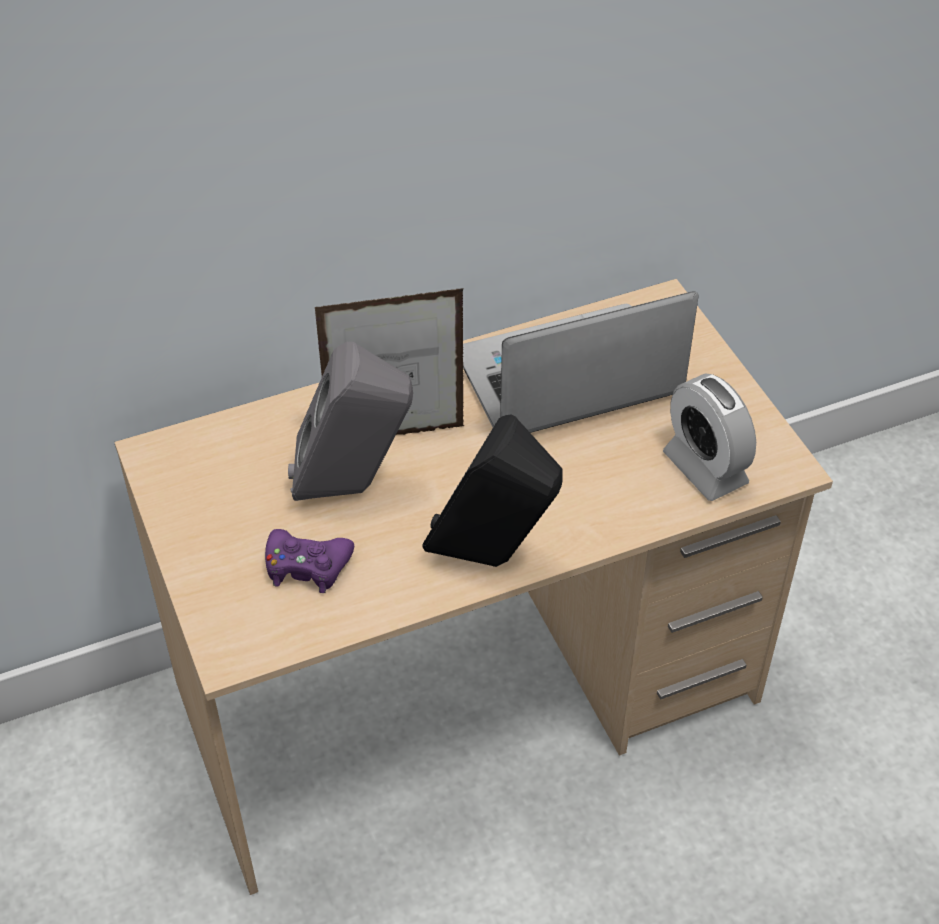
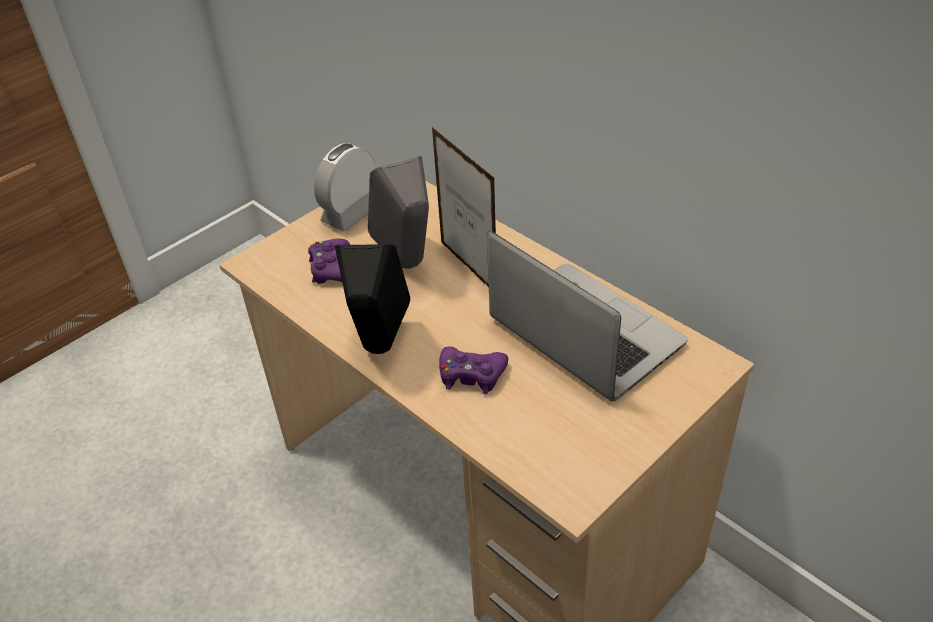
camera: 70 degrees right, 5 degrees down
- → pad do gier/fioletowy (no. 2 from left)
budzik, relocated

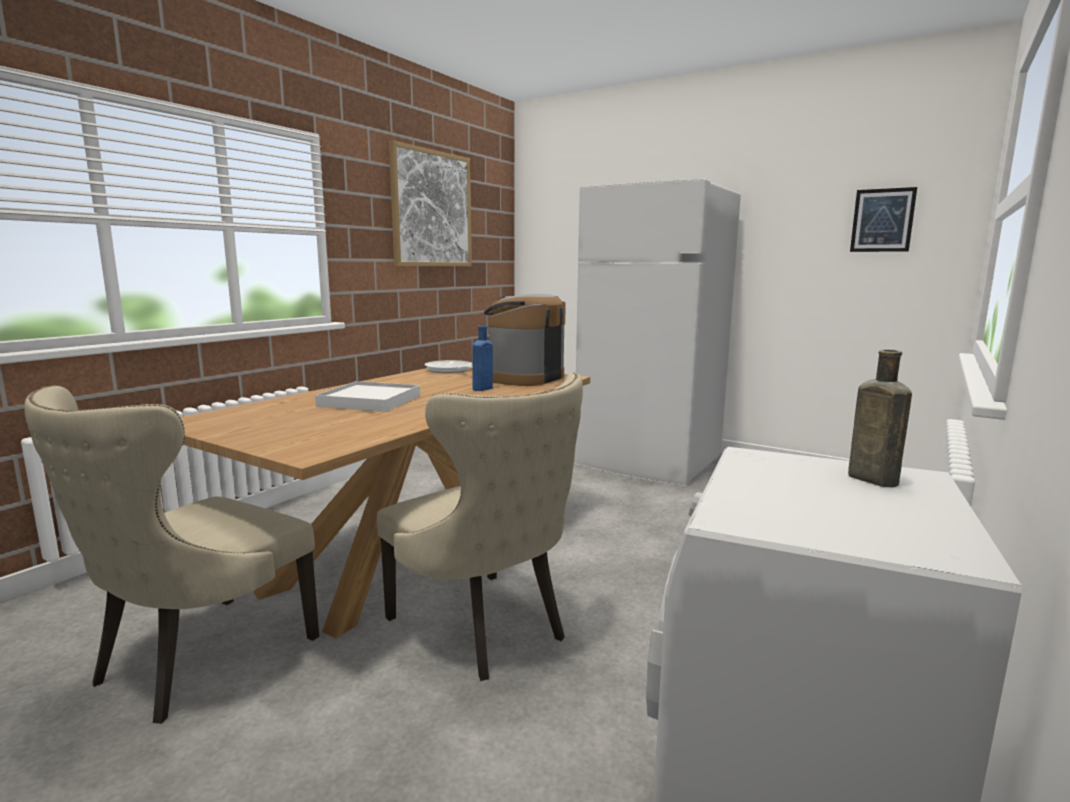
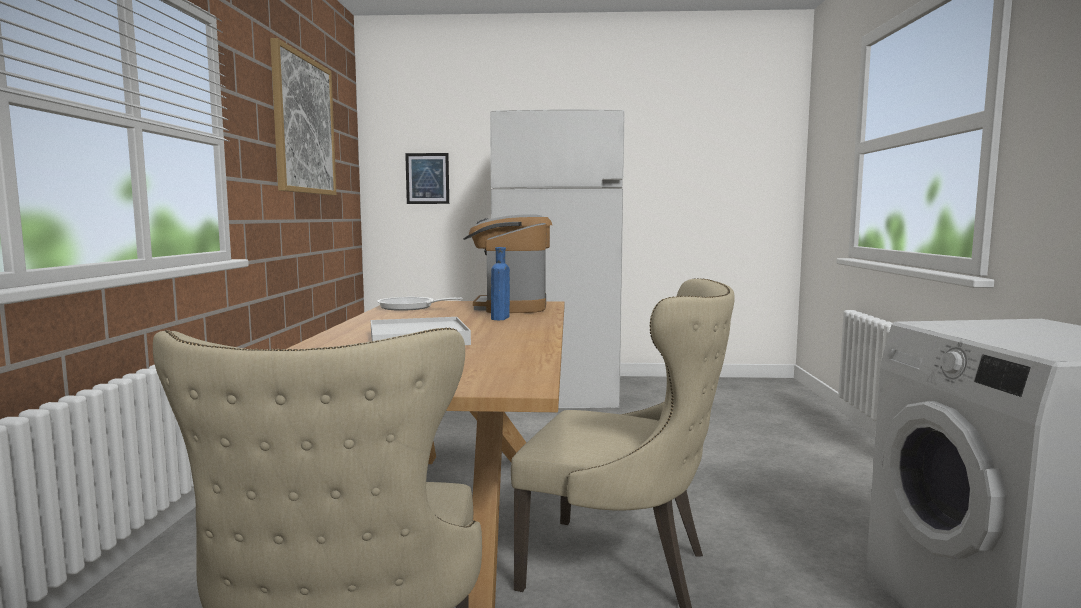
camera: 30 degrees left, 5 degrees down
butelka/brązowy → -
obraz (no. 2 from left), relocated

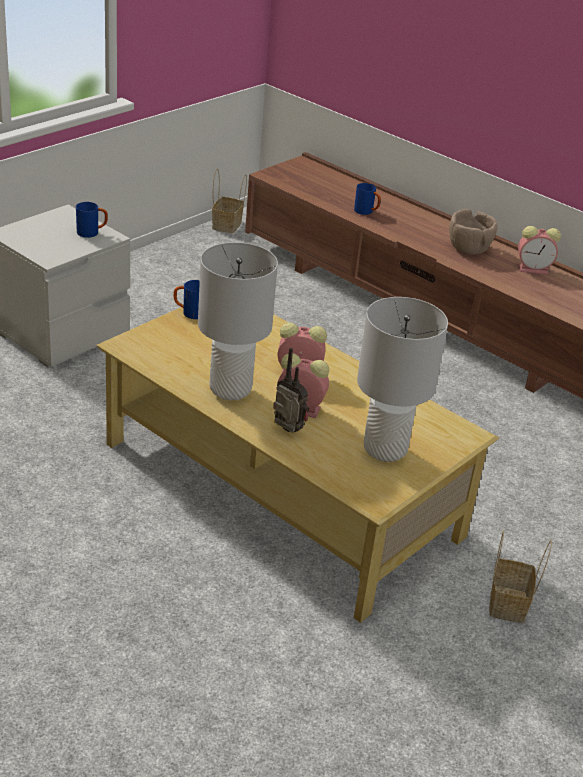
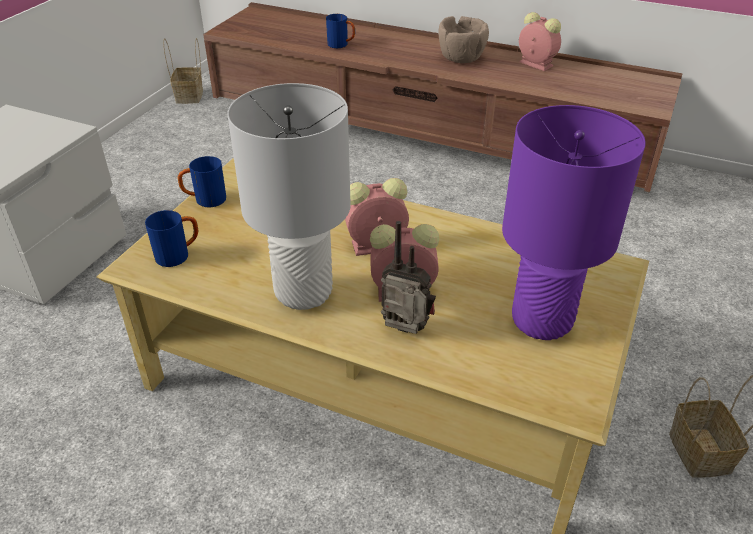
camera: 15 degrees left, 5 degrees up
kubek/niebieski (no. 1 from left), relocated
lampa stołowa/szary (no. 2 from left) → lampa stołowa/fioletowy
budzik (no. 3 from left), 120 degrees counterclockwise

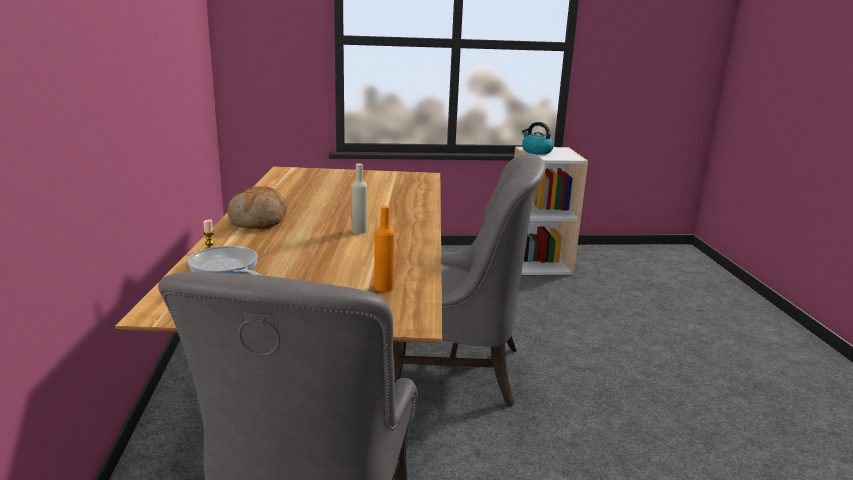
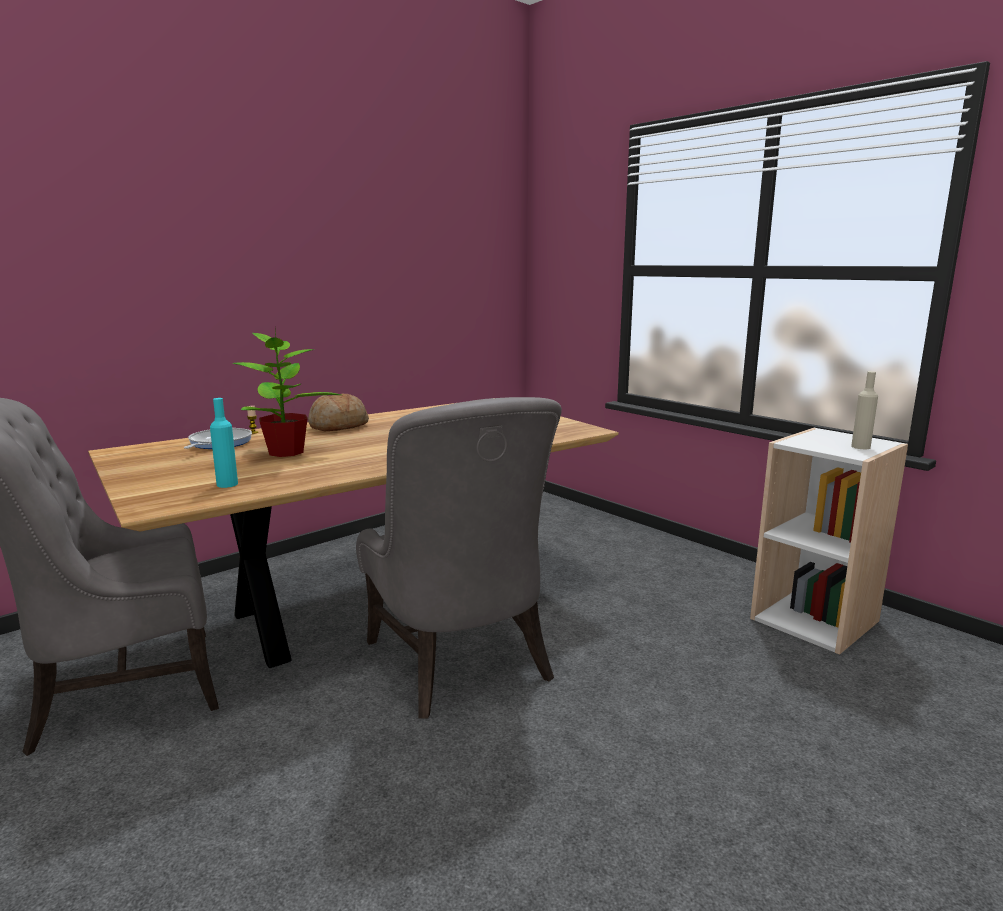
camera: 55 degrees right, 5 degrees down
czajnik → -
- → roślina doniczkowa
butelka/beżowy, relocated
butelka/pomarańczowy → butelka/turkusowy

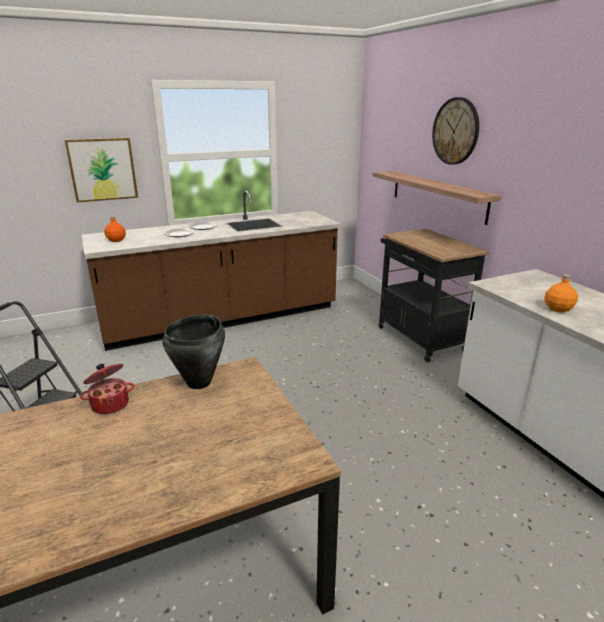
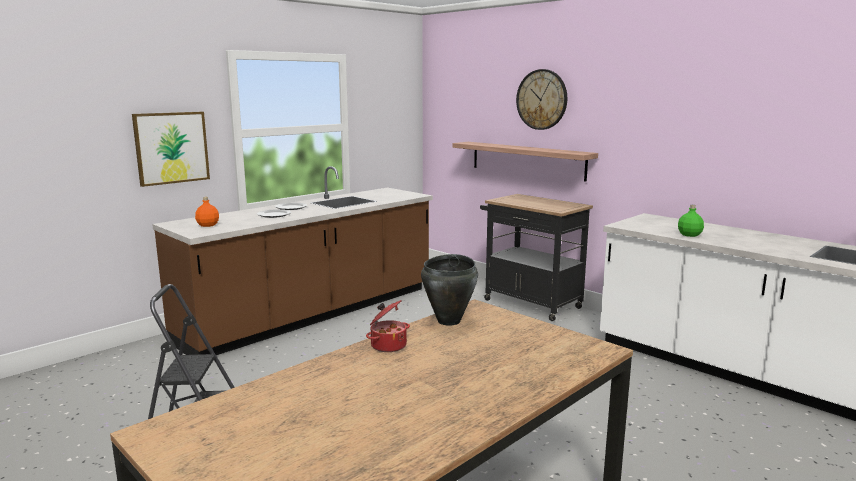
camera: 20 degrees left, 10 degrees down
butelka/pomarańczowy (no. 2 from left) → butelka/zielony

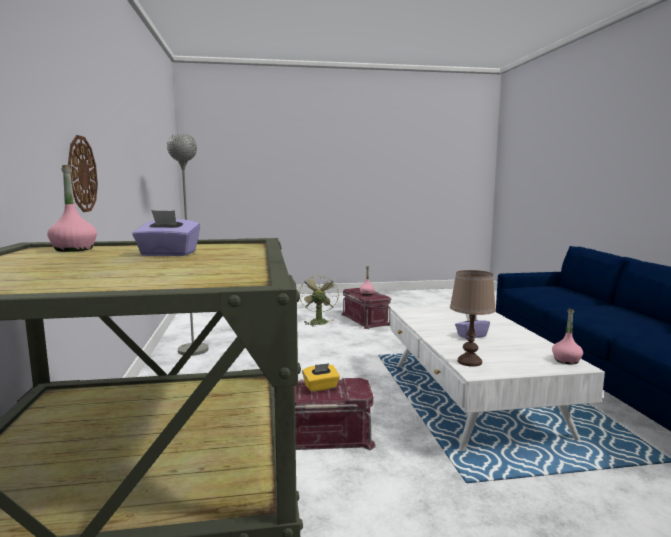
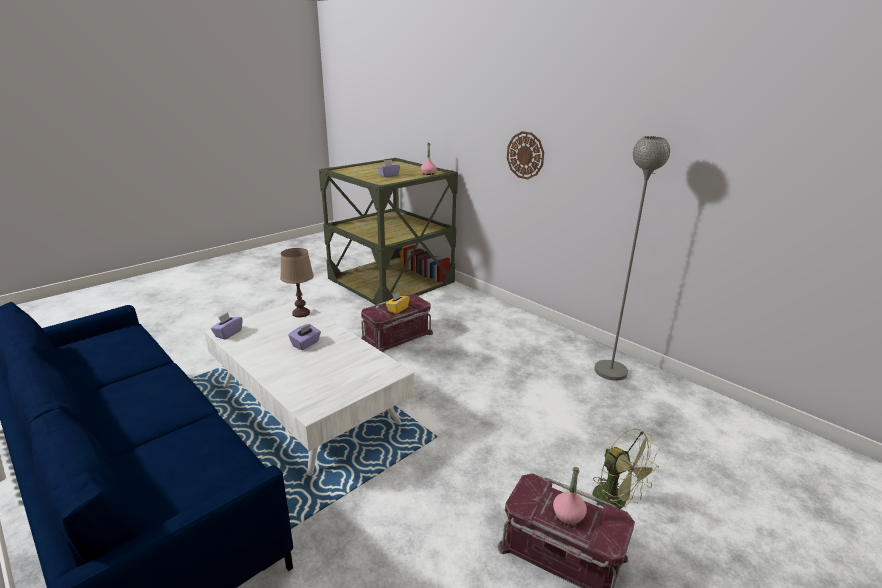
camera: 145 degrees right, 15 degrees up
butelka/różowy (no. 3 from left) → pudełko chusteczek/fioletowy (no. 1 from left)

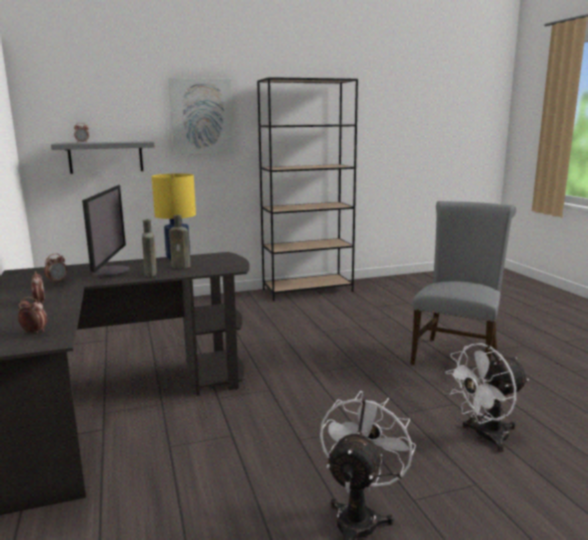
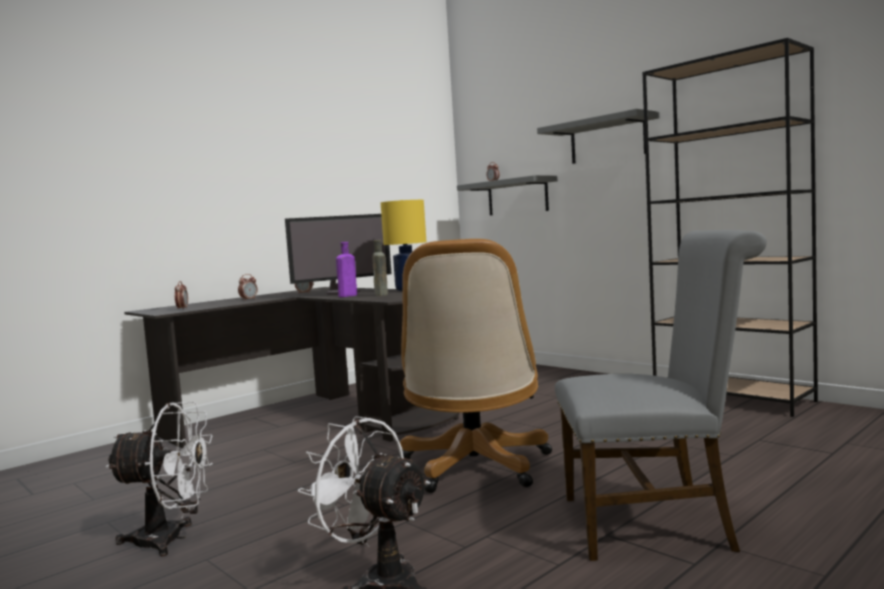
camera: 65 degrees right, 10 degrees down
- → krzesło biurowe
obraz → półka/szary (no. 2 from left)
butelka/brązowy (no. 1 from left) → butelka/fioletowy

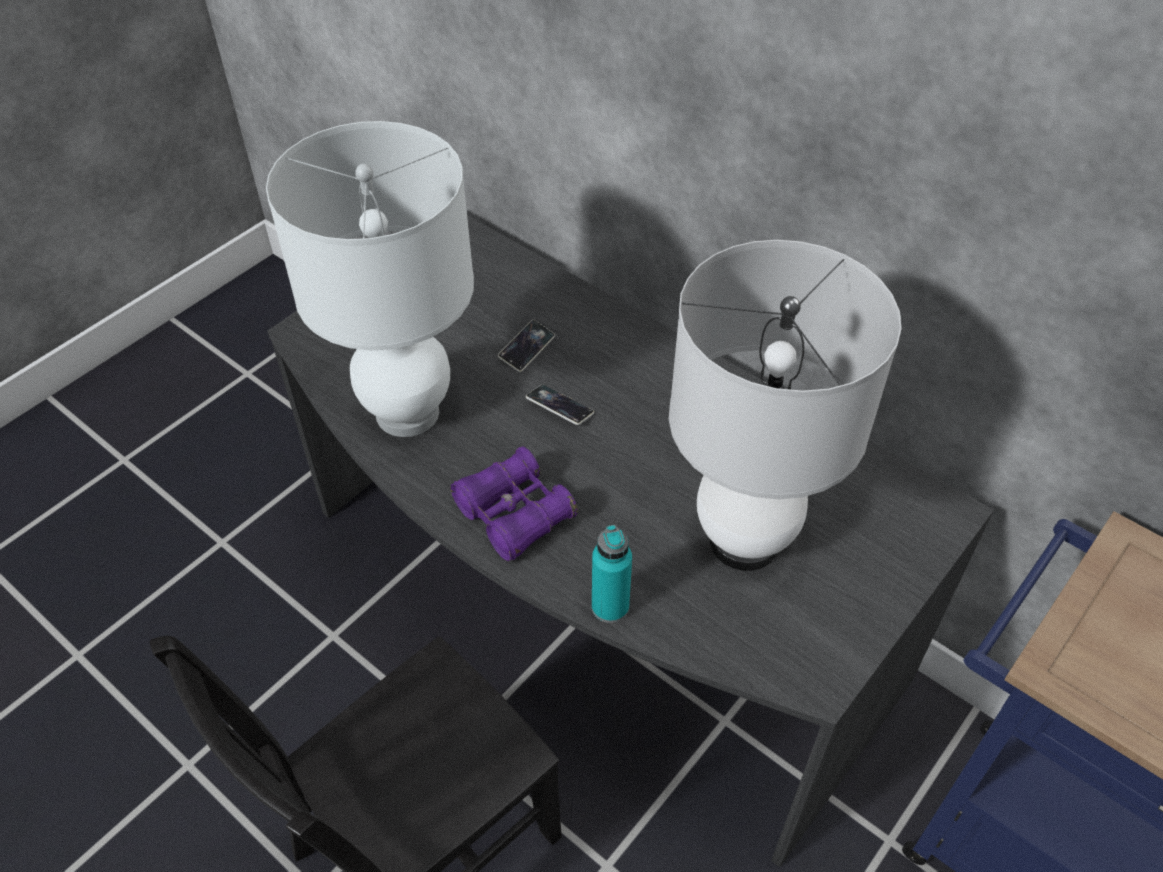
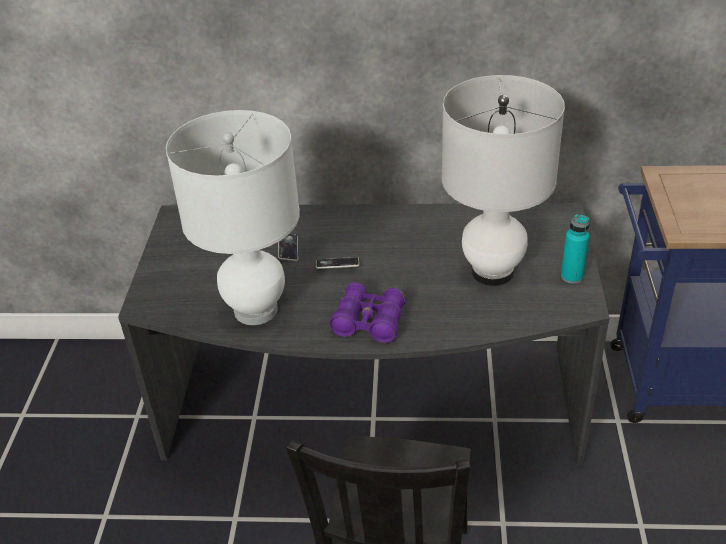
camera: 35 degrees left, 10 degrees down
butelka/turkusowy, relocated

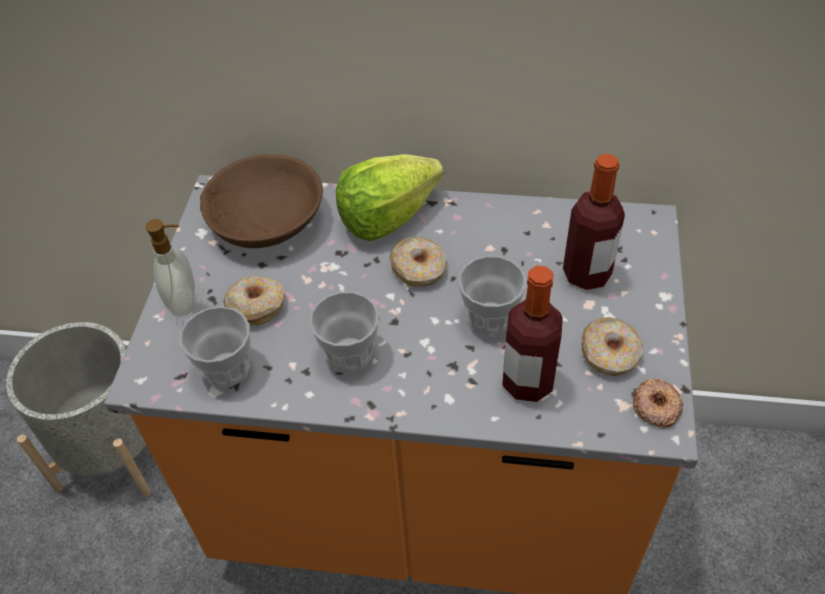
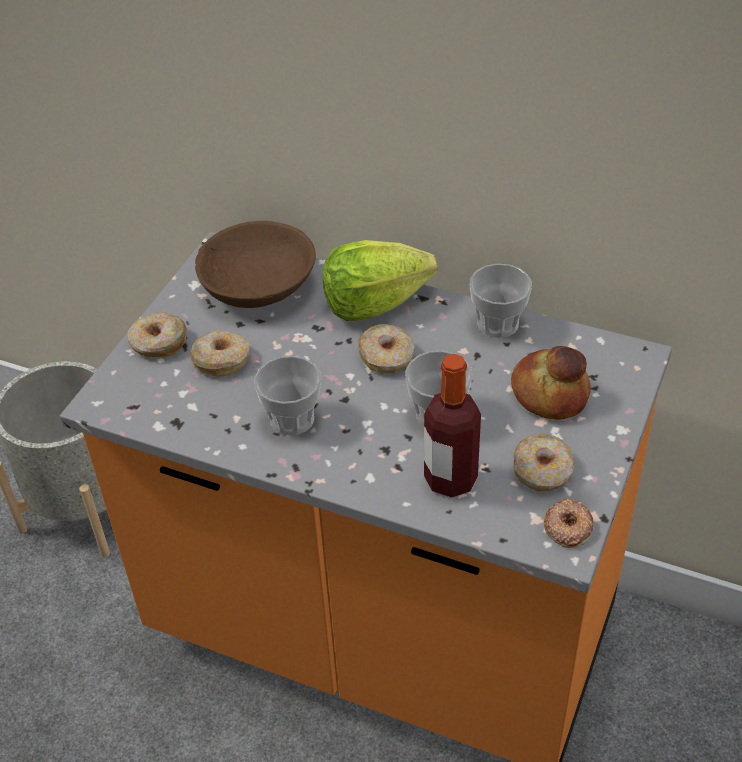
camera: 15 degrees right, 5 degrees down
filiżanka (no. 1 from left in the first image) → filiżanka (no. 3 from left), relocated
dozownik mydła → donut (no. 1 from left)
butelka (no. 2 from left) → chleb

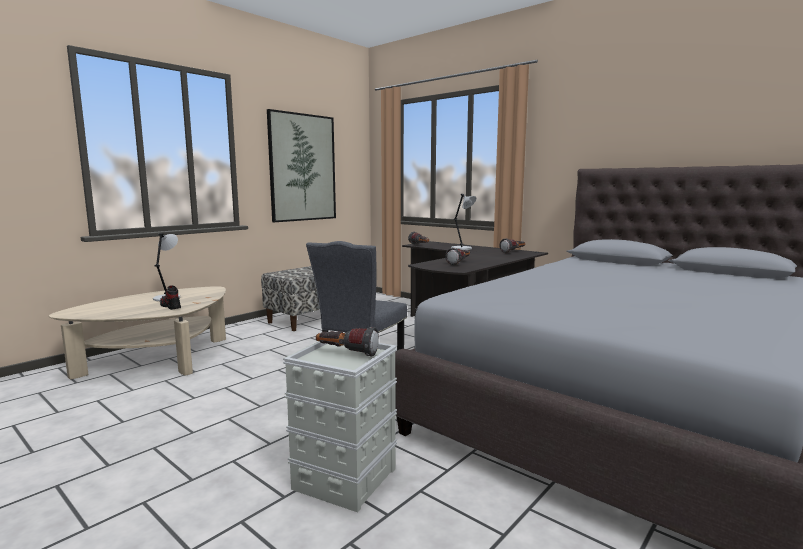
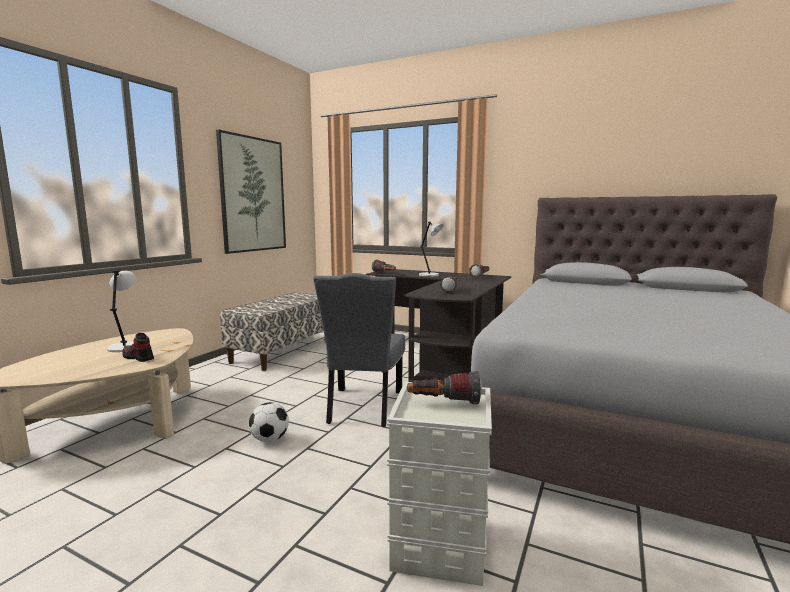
camera: 15 degrees left, 0 degrees up
- → piłka futbolowa

